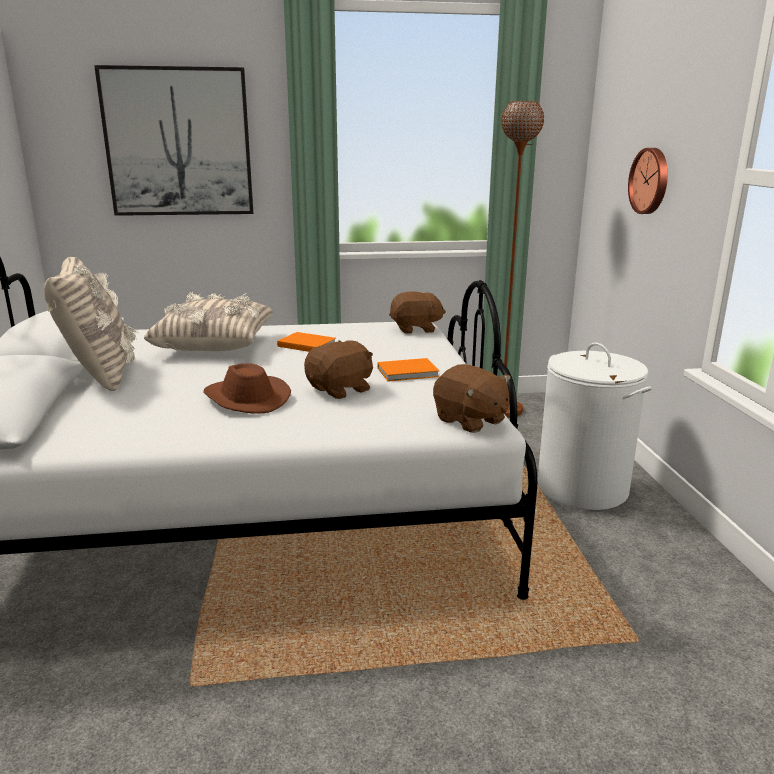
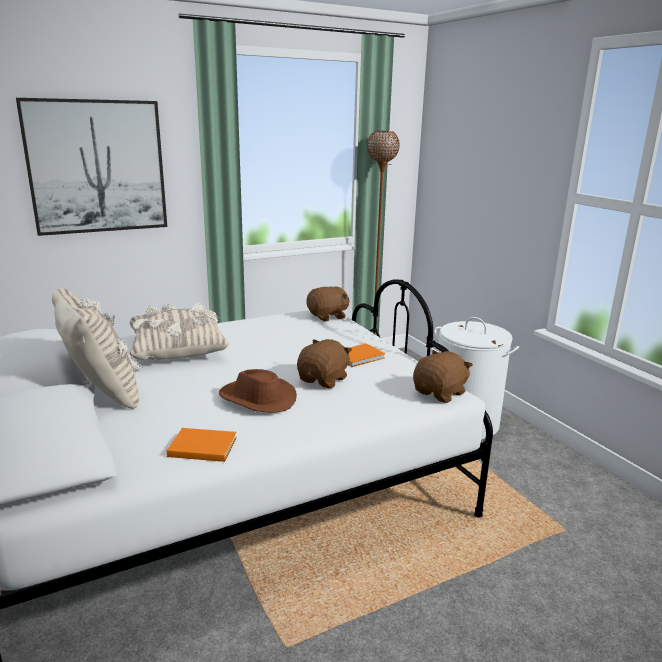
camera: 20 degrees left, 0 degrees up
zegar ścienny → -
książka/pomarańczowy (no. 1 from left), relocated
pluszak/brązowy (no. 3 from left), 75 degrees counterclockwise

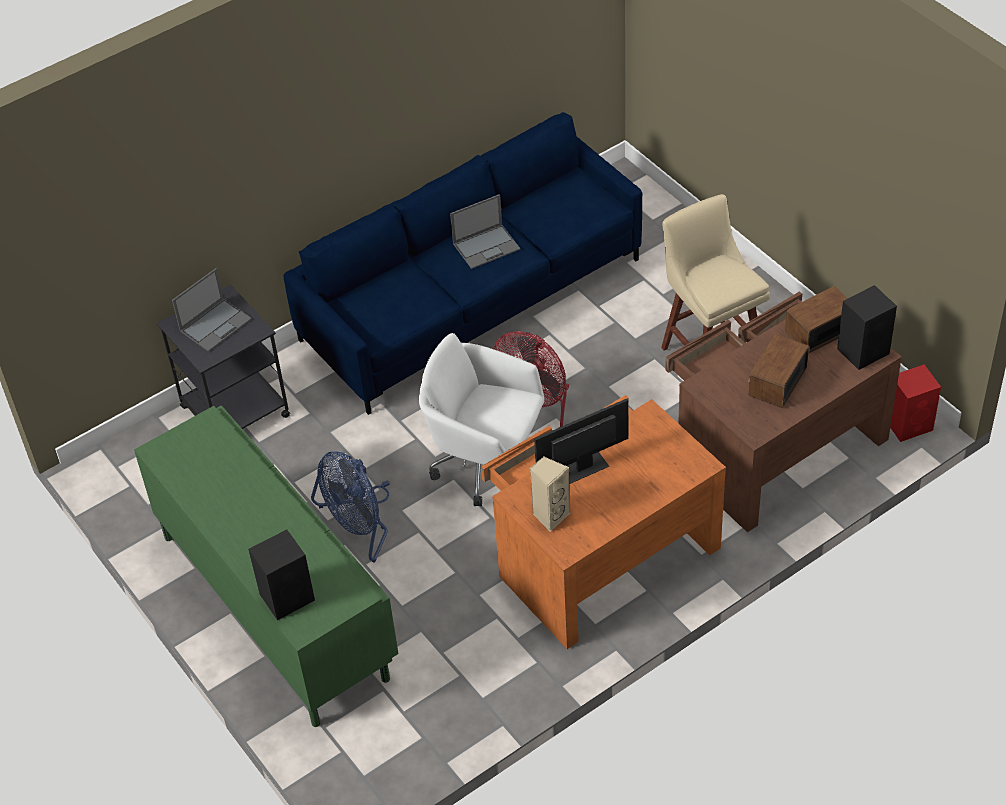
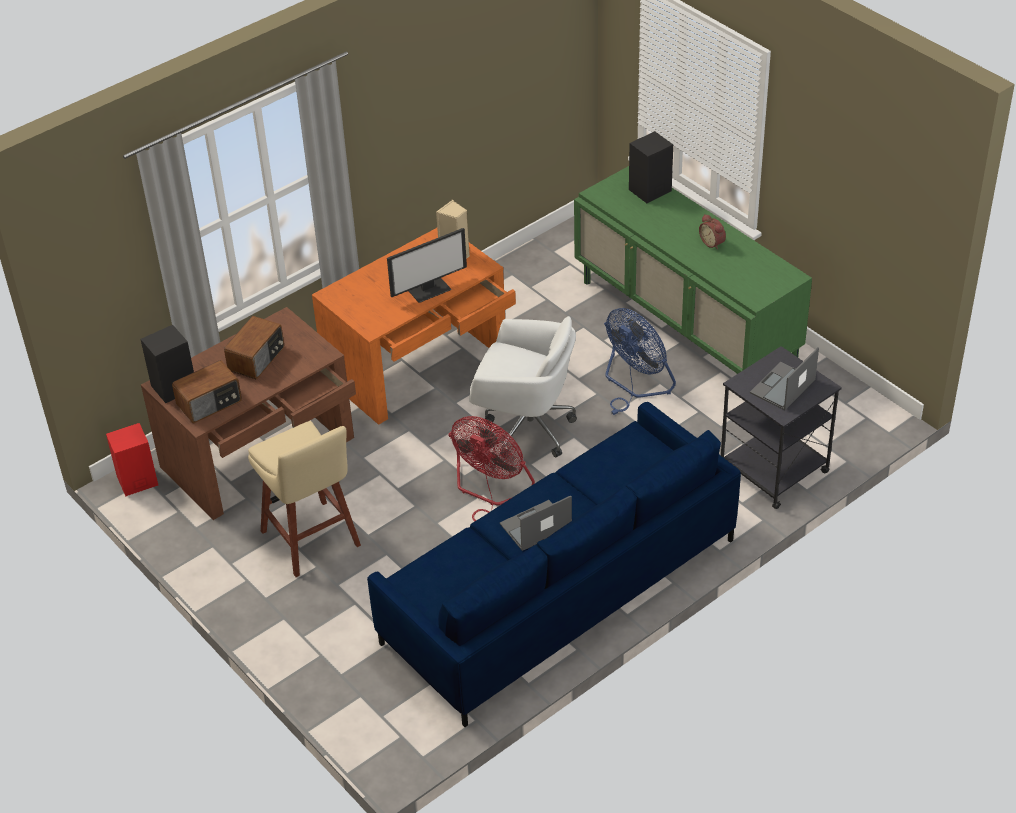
camera: 175 degrees right, 5 degrees down
- → budzik

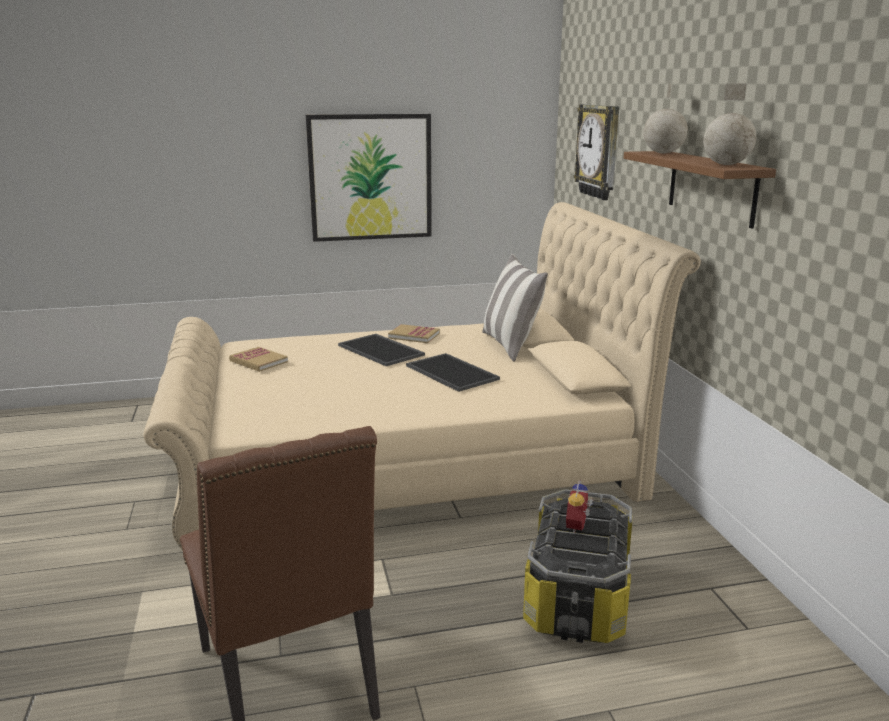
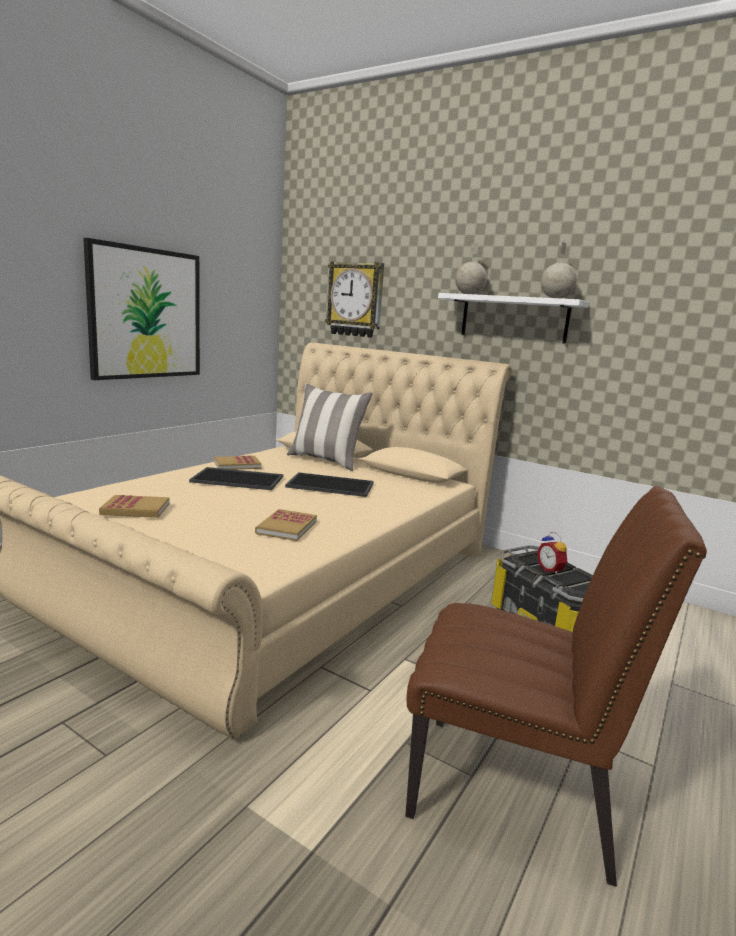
camera: 45 degrees left, 5 degrees down
- → książka (no. 3 from left)
półka/brązowy → półka/biały

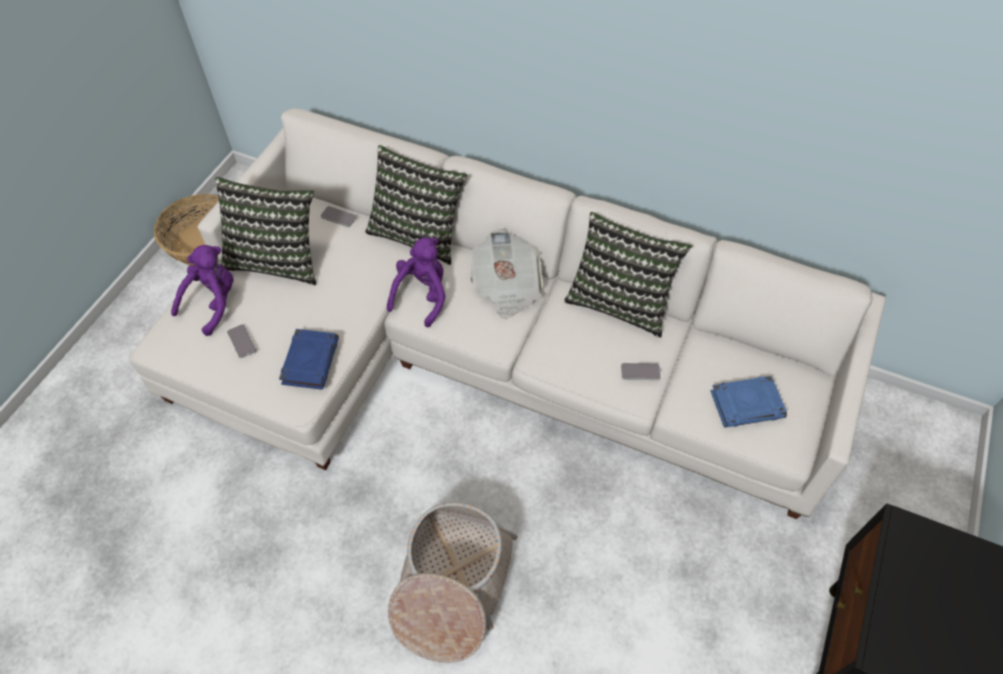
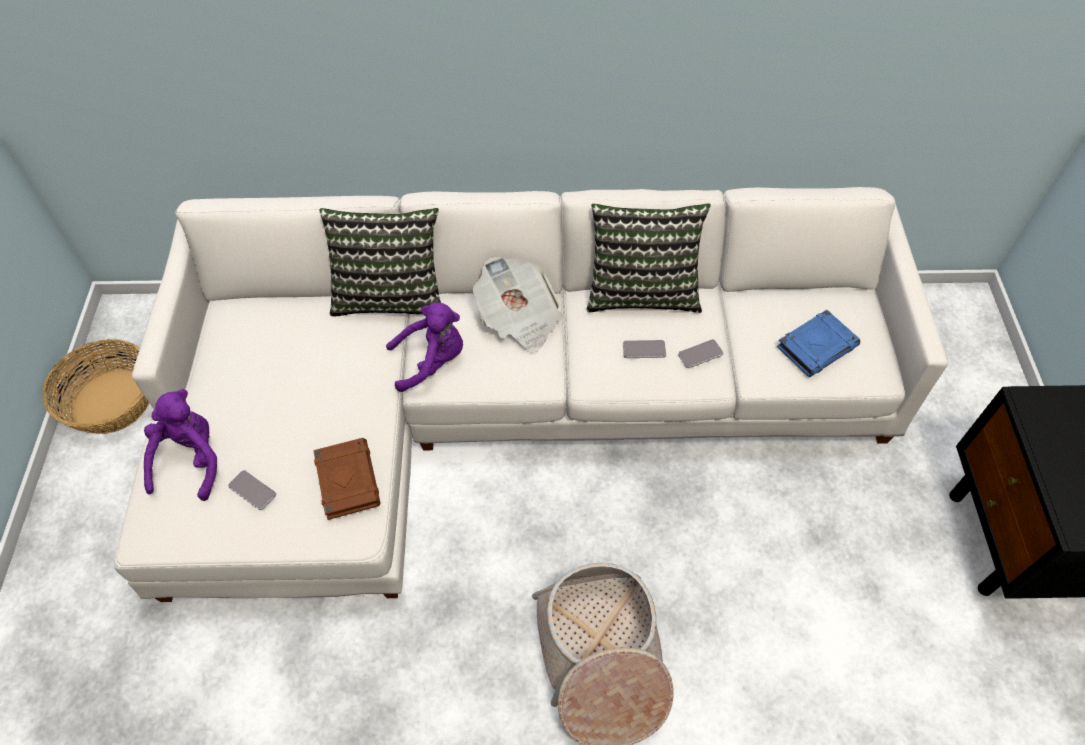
camera: 25 degrees left, 0 degrees up
poduszka (no. 1 from left) → -
telefon (no. 2 from left), relocated
książka/niebieski (no. 1 from left) → książka/brązowy
pluszak/fioletowy (no. 2 from left), 75 degrees clockwise

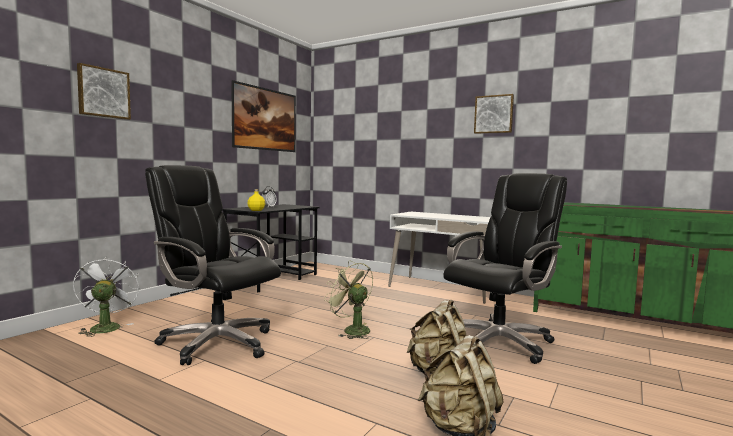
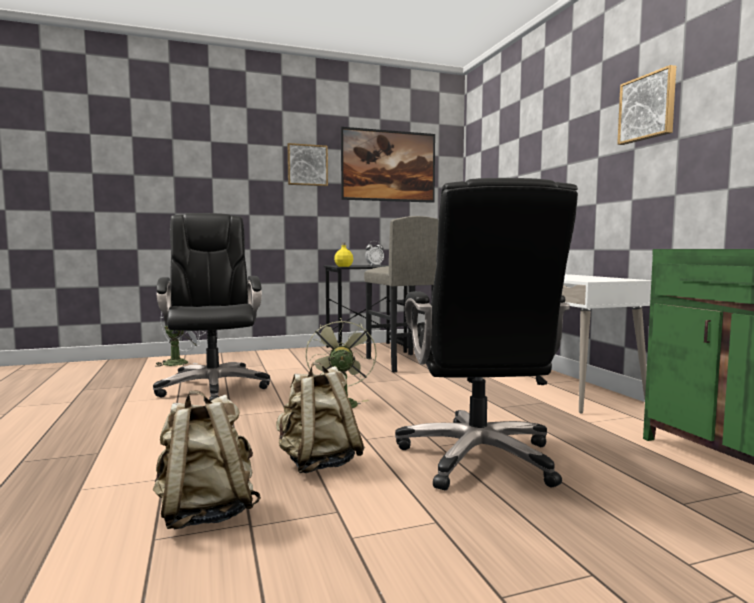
camera: 40 degrees right, 0 degrees up
- → stołek/szary
obraz (no. 1 from left), relocated
krzesło biurowe/czarny (no. 2 from left), 90 degrees clockwise

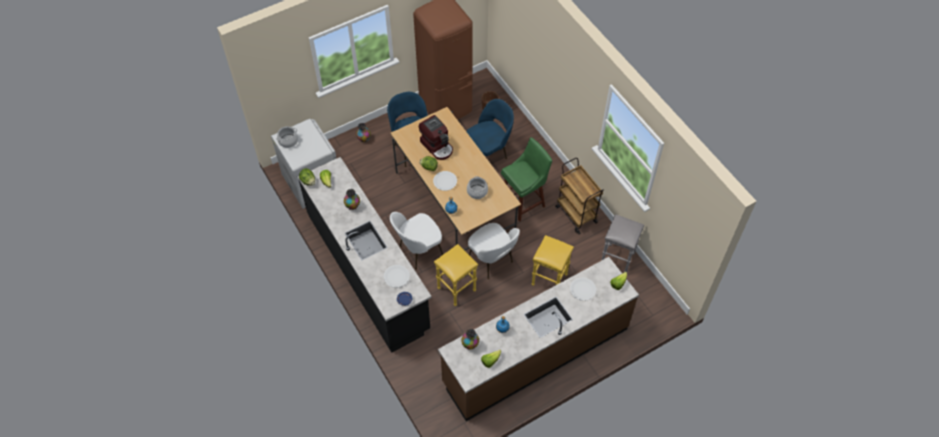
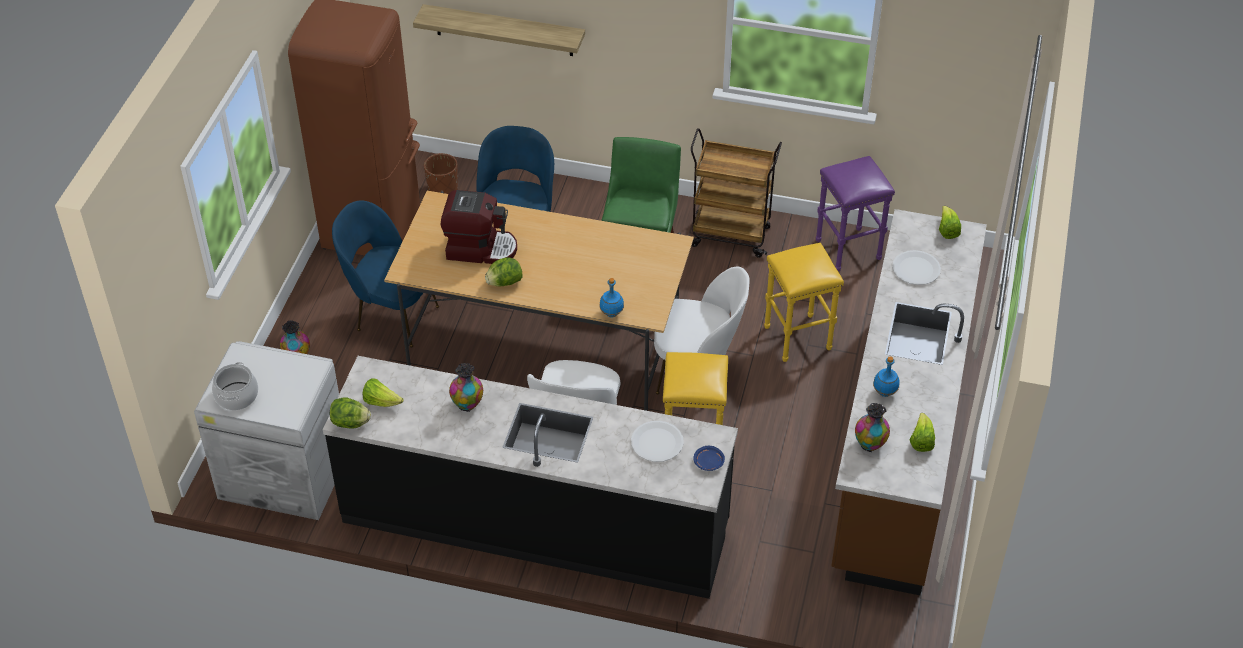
camera: 45 degrees left, 10 degrees down
talerz/biały (no. 2 from left) → -
garnek (no. 2 from left) → -
- → półka
stołek/szary → stołek/fioletowy

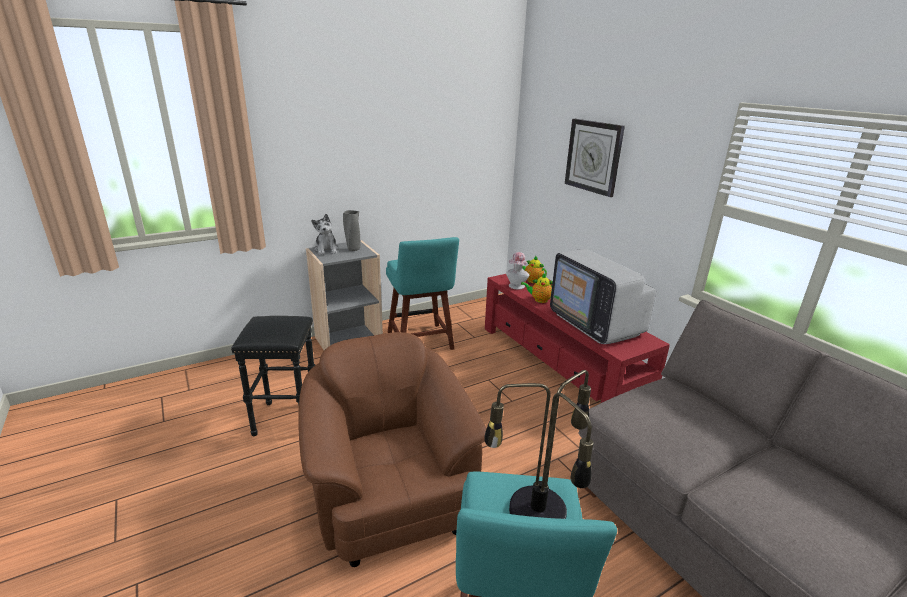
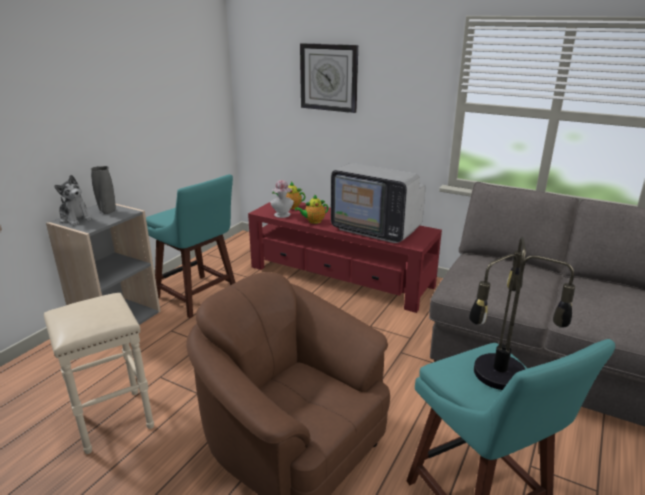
camera: 30 degrees left, 0 degrees up
stołek/czarny → stołek/beżowy

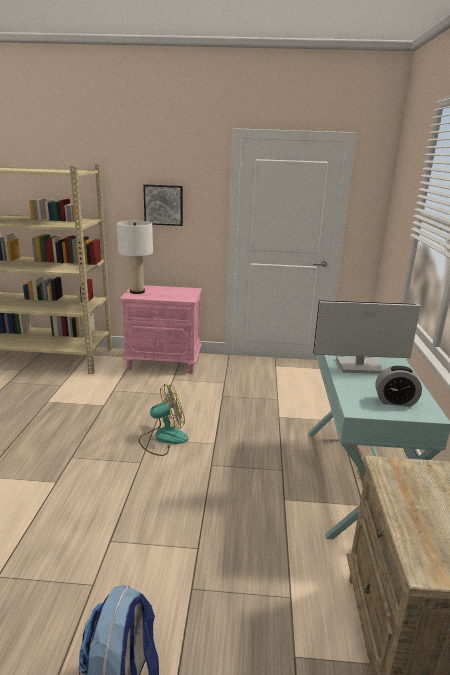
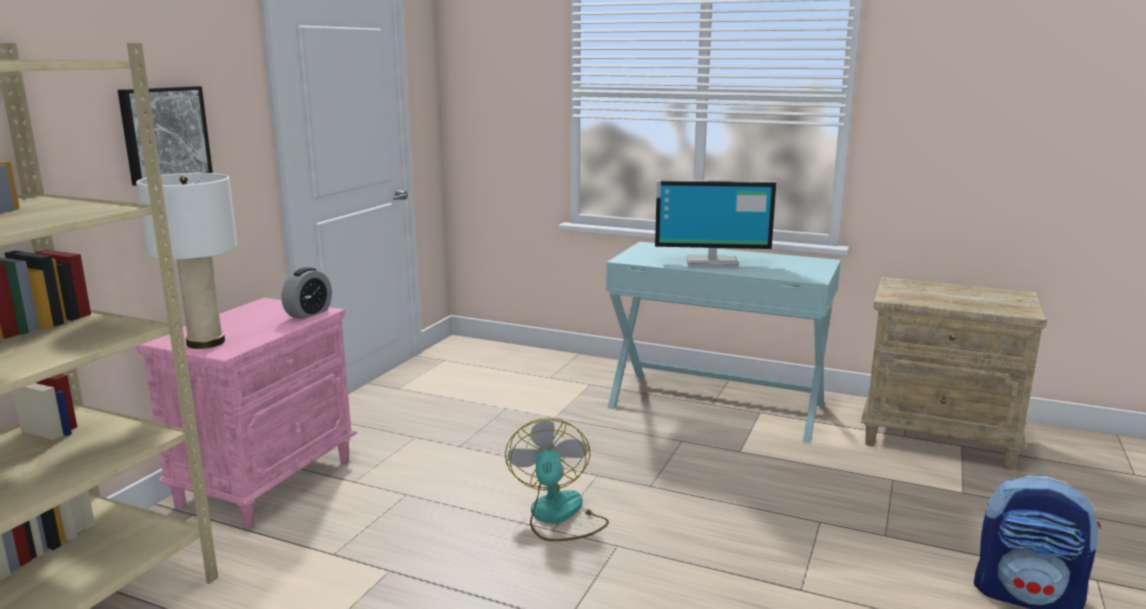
camera: 70 degrees left, 5 degrees down
budzik, relocated
monitor, 105 degrees counterclockwise

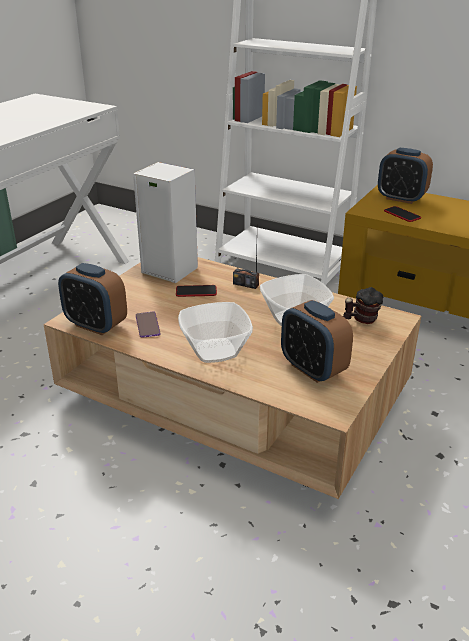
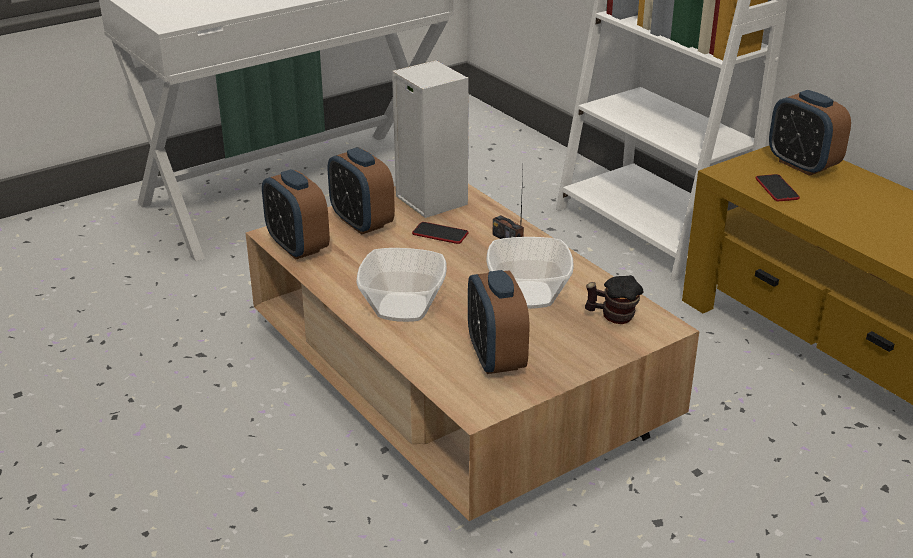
camera: 25 degrees right, 0 degrees up
telefon (no. 1 from left) → -
- → budzik (no. 2 from left)

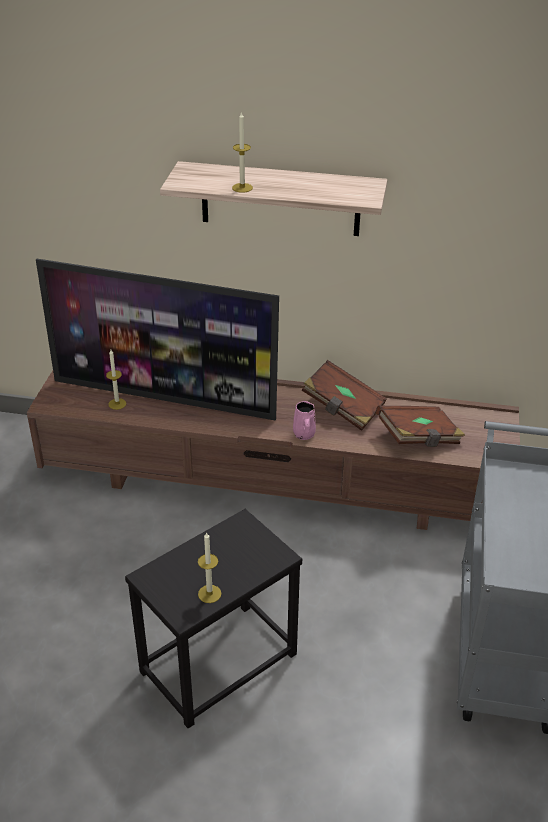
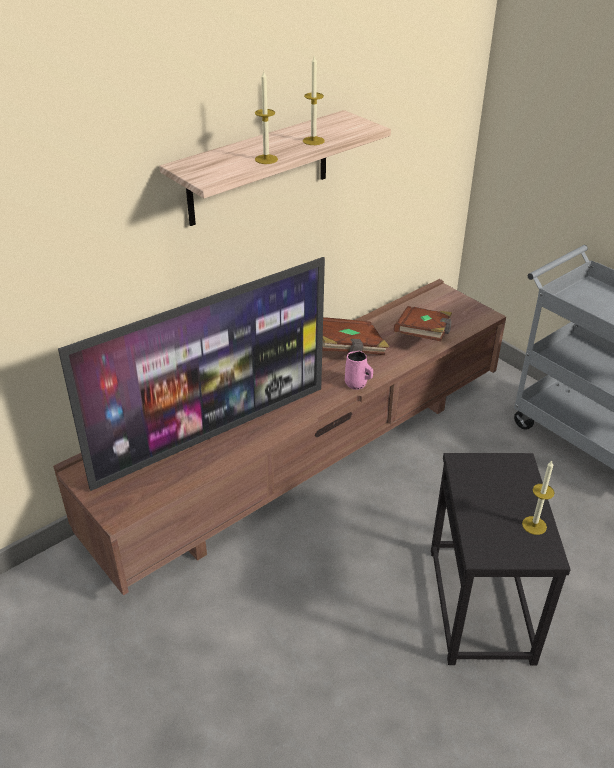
camera: 50 degrees left, 0 degrees up
świeca (no. 1 from left in the first image) → świeca (no. 2 from left), relocated

